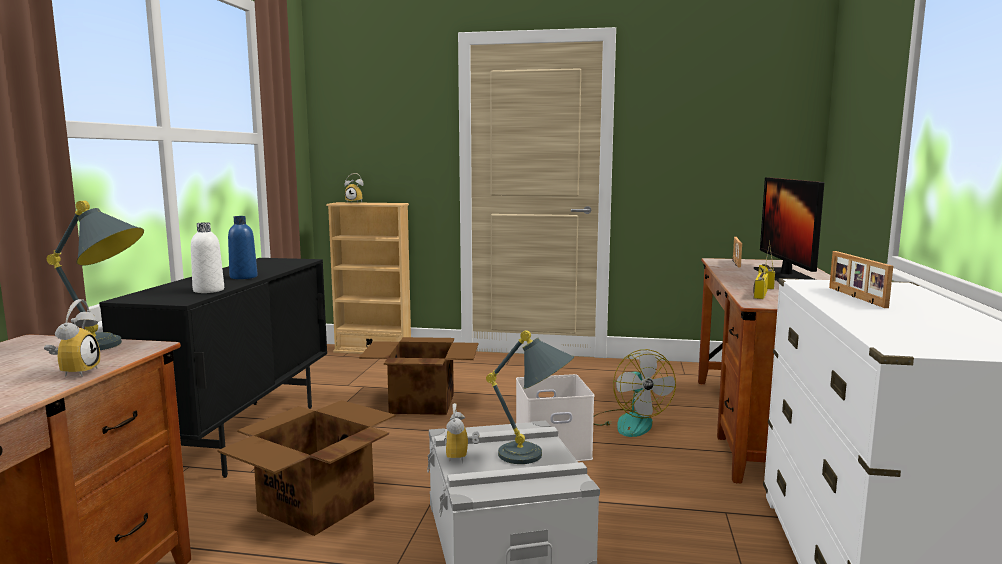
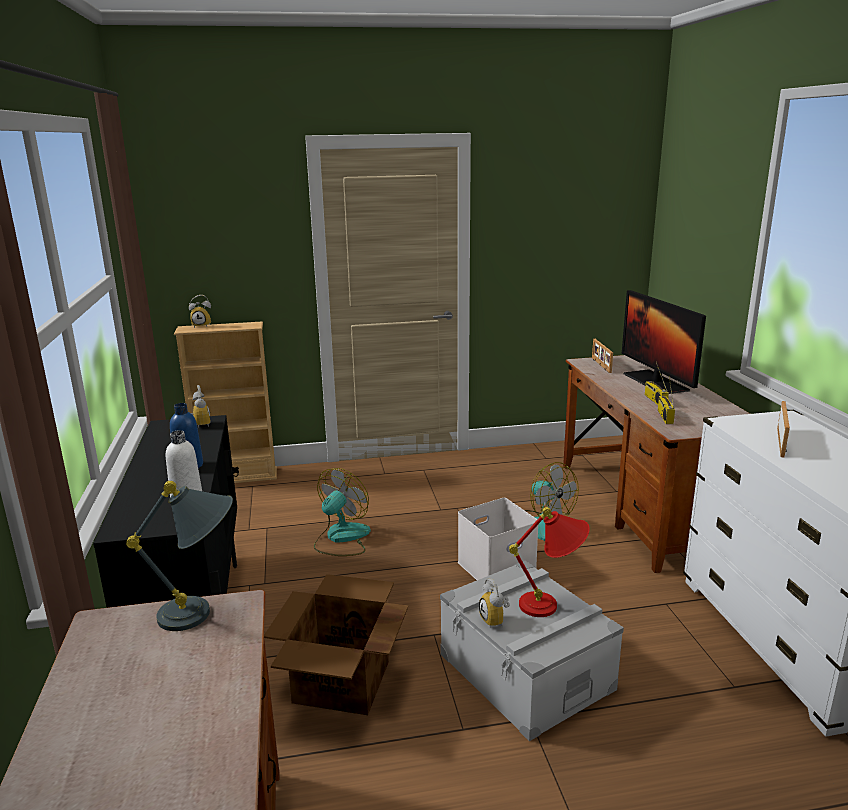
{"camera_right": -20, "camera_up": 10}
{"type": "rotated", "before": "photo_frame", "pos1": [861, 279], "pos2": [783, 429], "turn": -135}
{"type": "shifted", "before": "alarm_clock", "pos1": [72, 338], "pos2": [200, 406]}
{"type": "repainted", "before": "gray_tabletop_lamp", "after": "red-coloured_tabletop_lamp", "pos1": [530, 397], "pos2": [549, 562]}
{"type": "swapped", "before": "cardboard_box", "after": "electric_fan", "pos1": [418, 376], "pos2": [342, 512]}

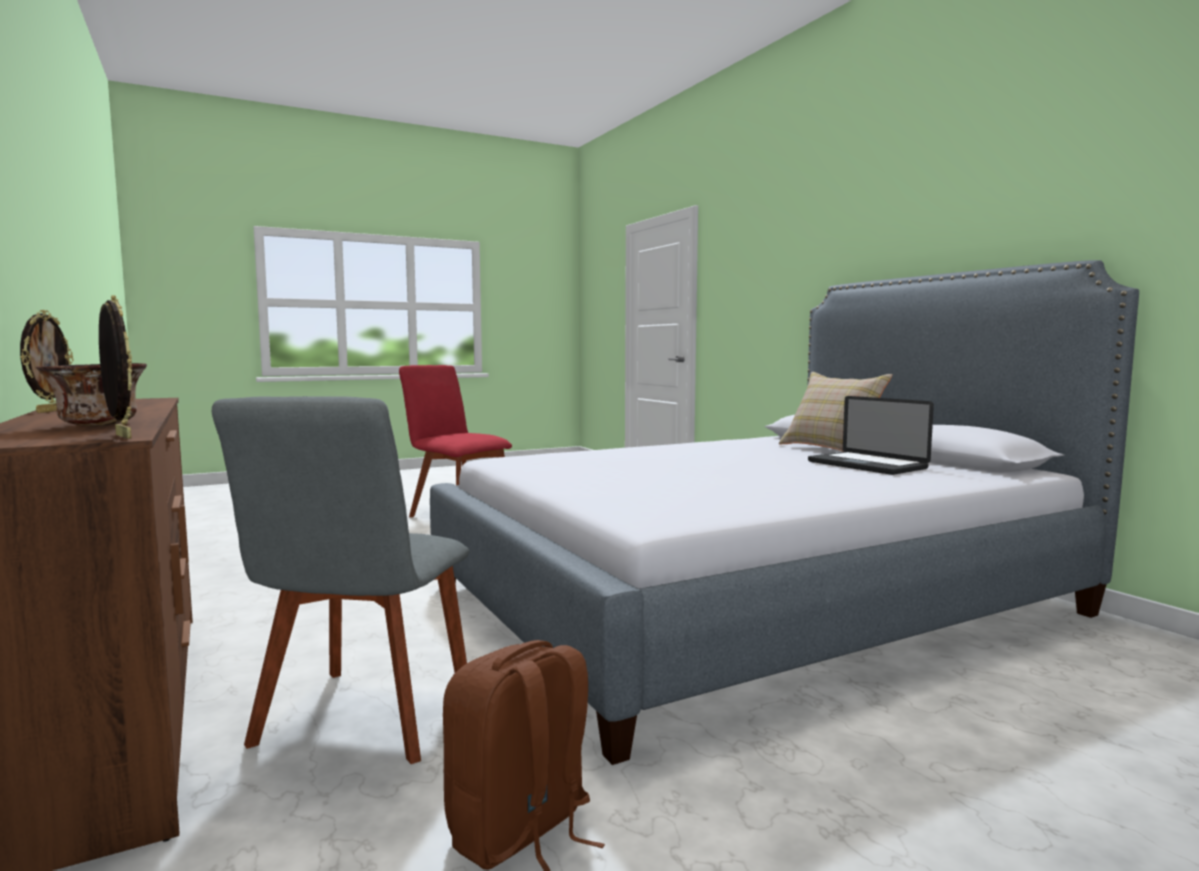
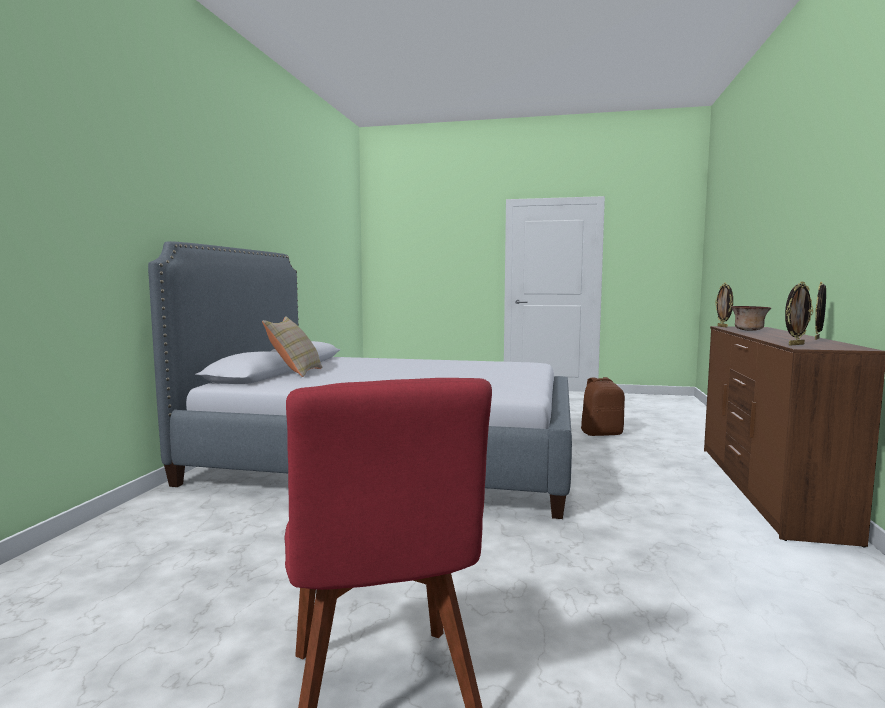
{"camera_right": -140, "camera_up": 0}
{"type": "gone", "before": "gray_plain_chair", "pos1": [340, 580]}
{"type": "gone", "before": "portable_computer", "pos1": [871, 435]}
{"type": "new", "after": "photo_frame", "pos2": [799, 314]}

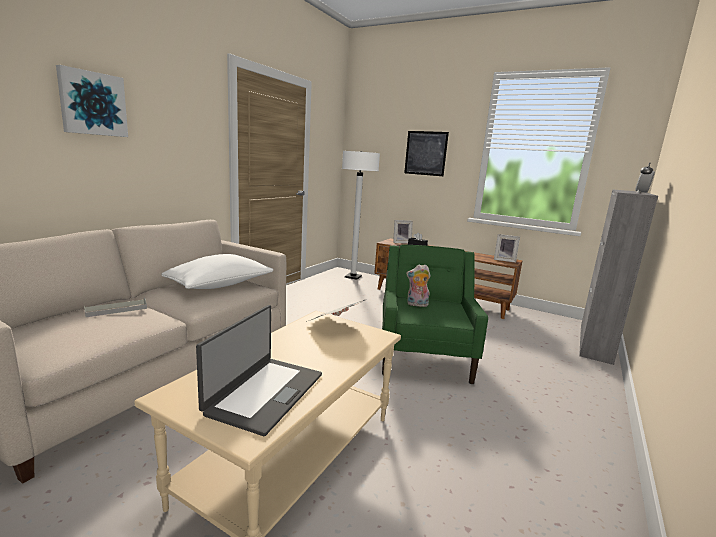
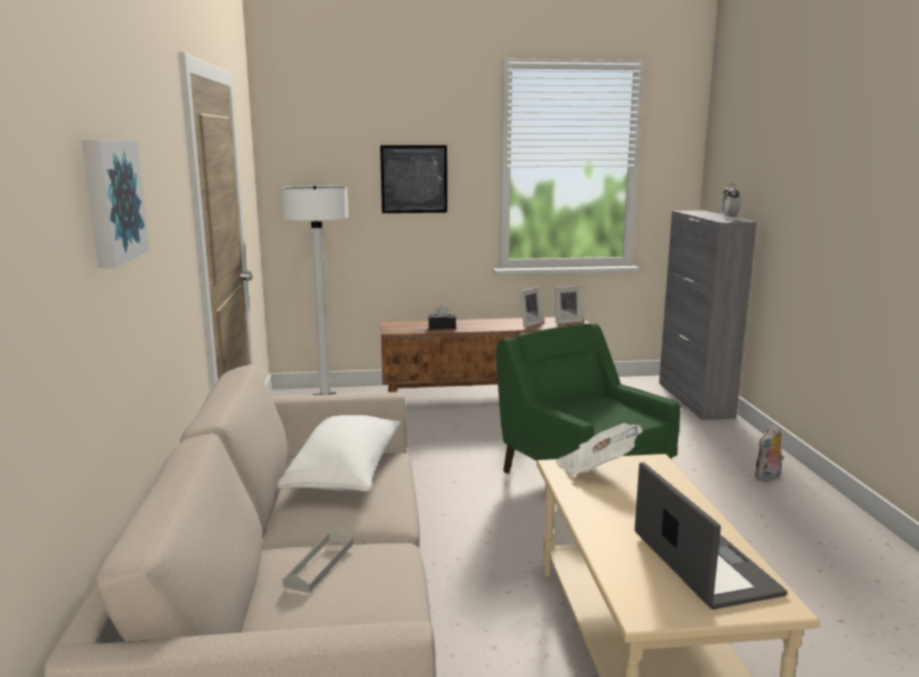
{"camera_right": -35, "camera_up": 0}
{"type": "shifted", "before": "photo_frame", "pos1": [403, 232], "pos2": [532, 307]}
{"type": "shifted", "before": "soft_toy", "pos1": [418, 286], "pos2": [769, 453]}

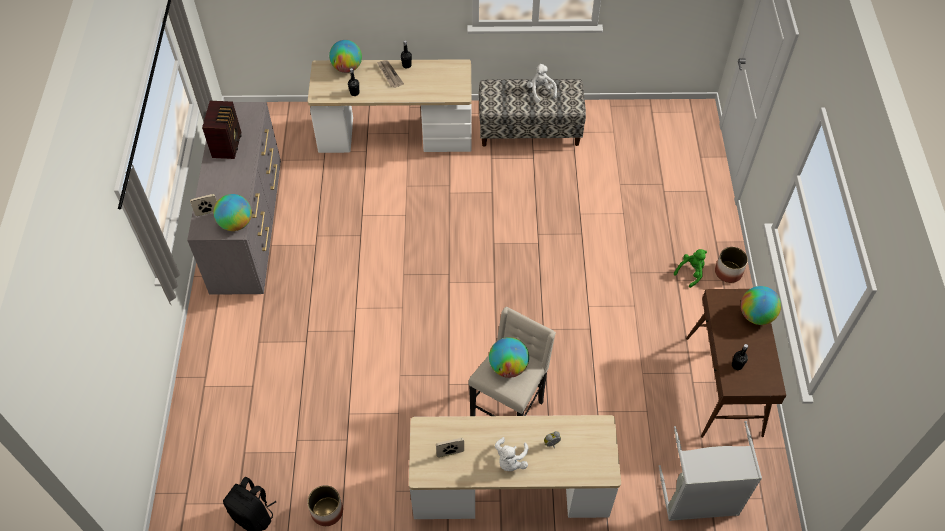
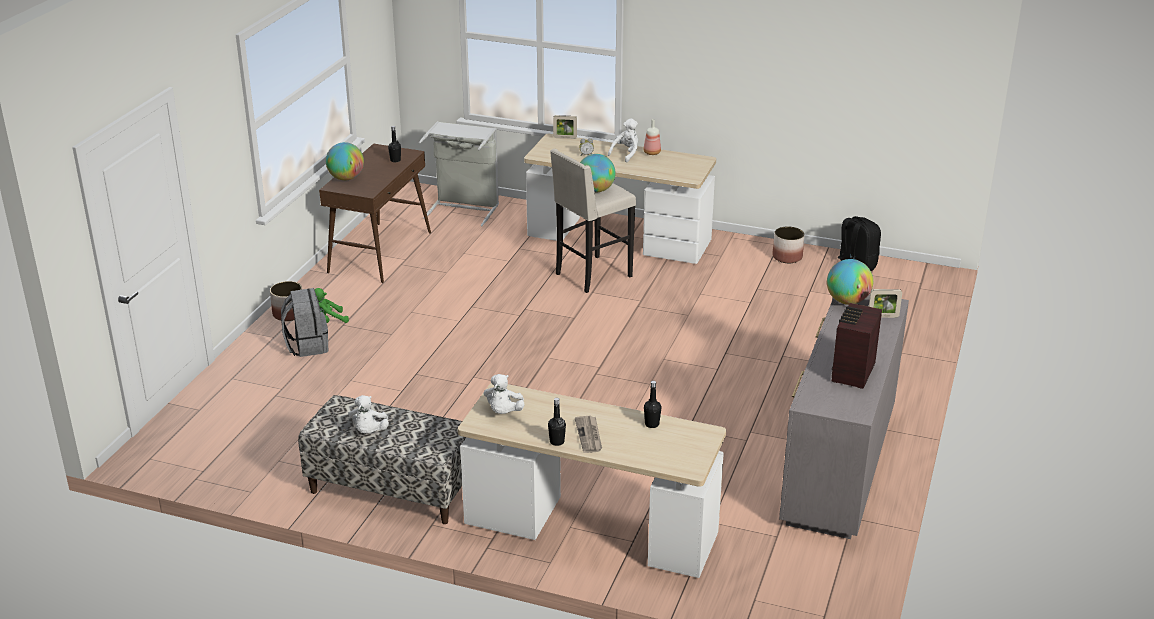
{"camera_right": -160, "camera_up": -25}
{"type": "gone", "before": "globe", "pos1": [345, 56]}
{"type": "shifted", "before": "photo_frame", "pos1": [450, 447], "pos2": [565, 127]}
{"type": "new", "after": "drink_bottle", "pos2": [652, 137]}
{"type": "new", "after": "gray_backpack", "pos2": [304, 322]}
{"type": "new", "after": "whitish_soft_toy", "pos2": [504, 394]}

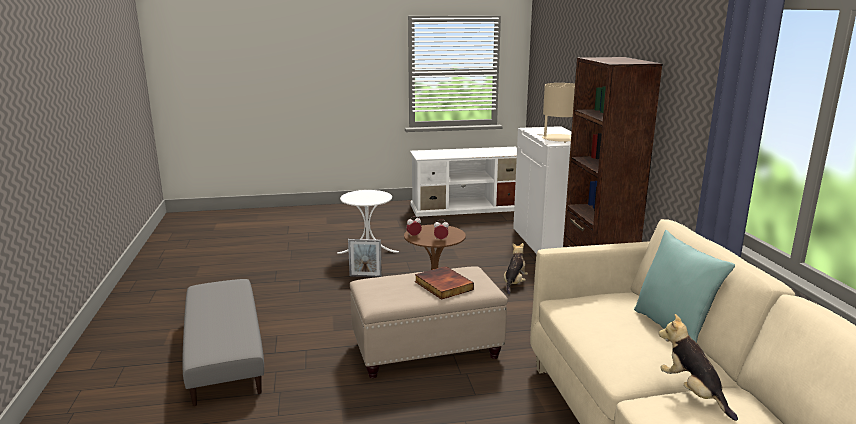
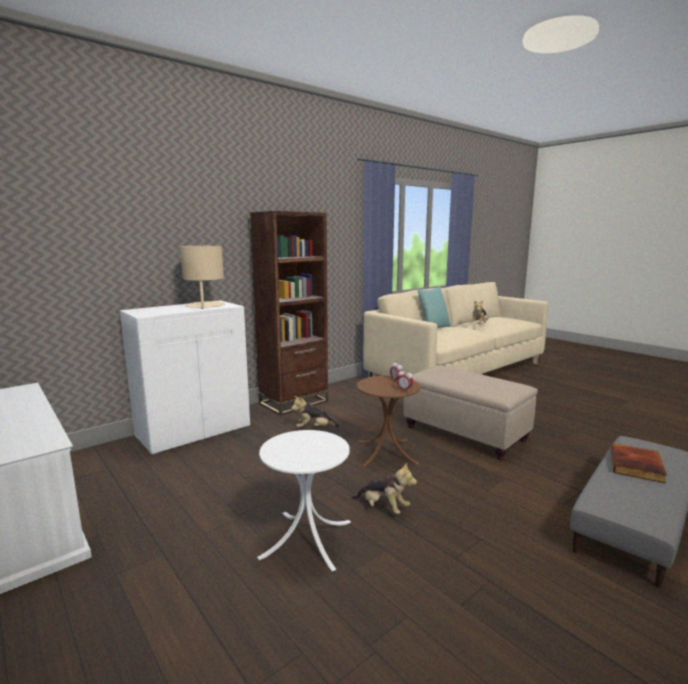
{"camera_right": -120, "camera_up": -5}
{"type": "swapped", "before": "photo_frame", "after": "soft_toy", "pos1": [365, 258], "pos2": [384, 488]}
{"type": "shifted", "before": "volume", "pos1": [444, 283], "pos2": [638, 463]}

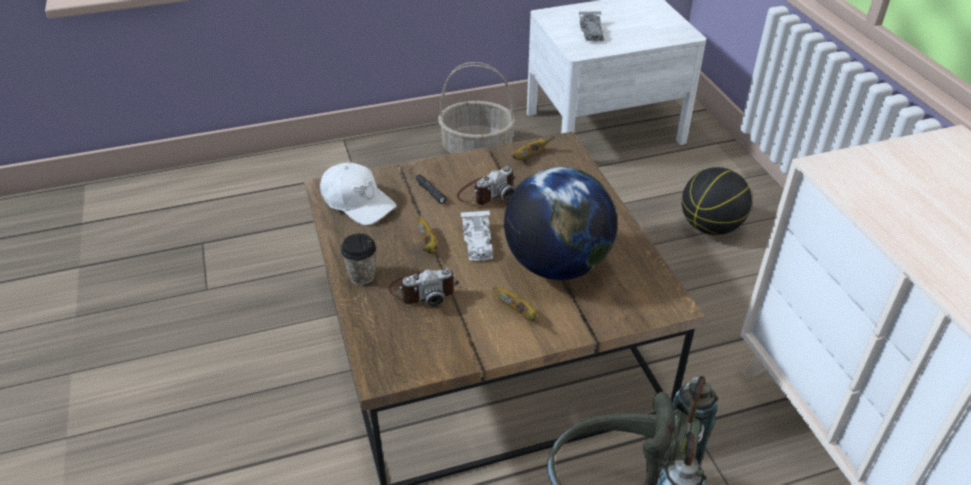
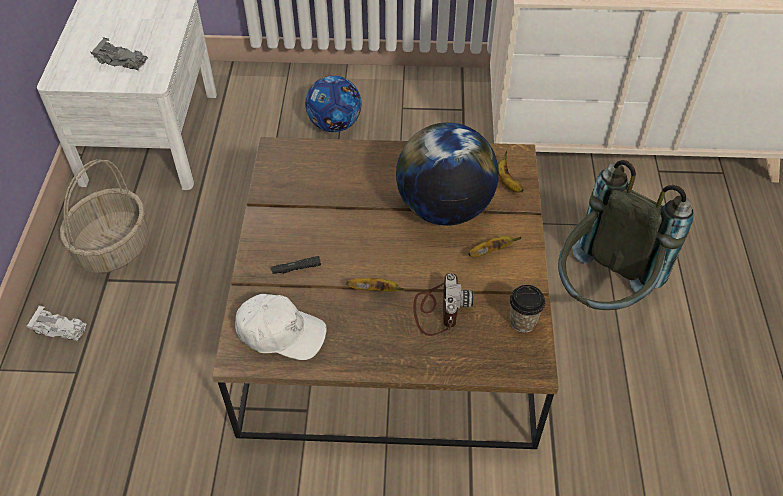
{"camera_right": -70, "camera_up": 10}
{"type": "shifted", "before": "banana", "pos1": [533, 148], "pos2": [511, 171]}
{"type": "rotated", "before": "whitish_baseball_cap", "pos1": [358, 193], "pos2": [281, 327], "turn": 45}
{"type": "gone", "before": "photo_camera", "pos1": [486, 185]}
{"type": "swapped", "before": "basketball", "after": "football_ball", "pos1": [717, 201], "pos2": [333, 103]}
{"type": "shifted", "before": "whitish_miniature_car", "pos1": [476, 236], "pos2": [56, 323]}
{"type": "shifted", "before": "drinking_cup", "pos1": [358, 259], "pos2": [527, 309]}

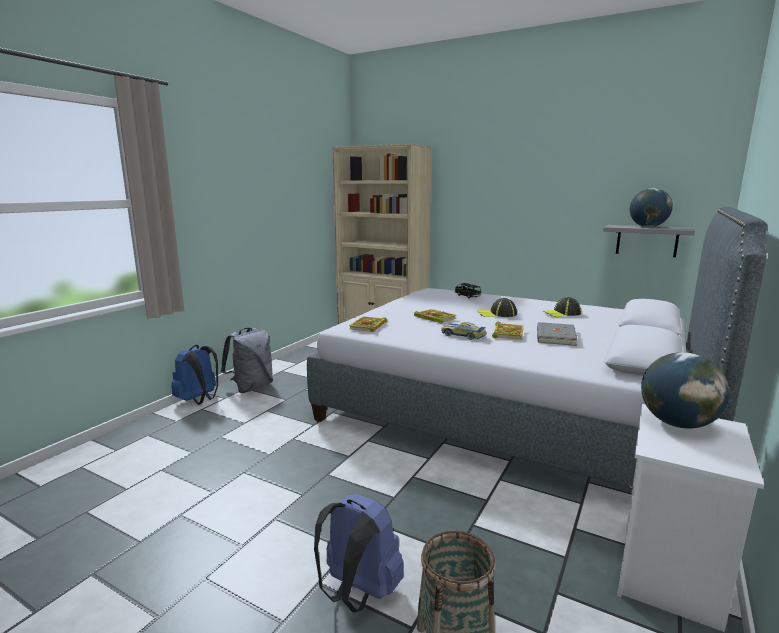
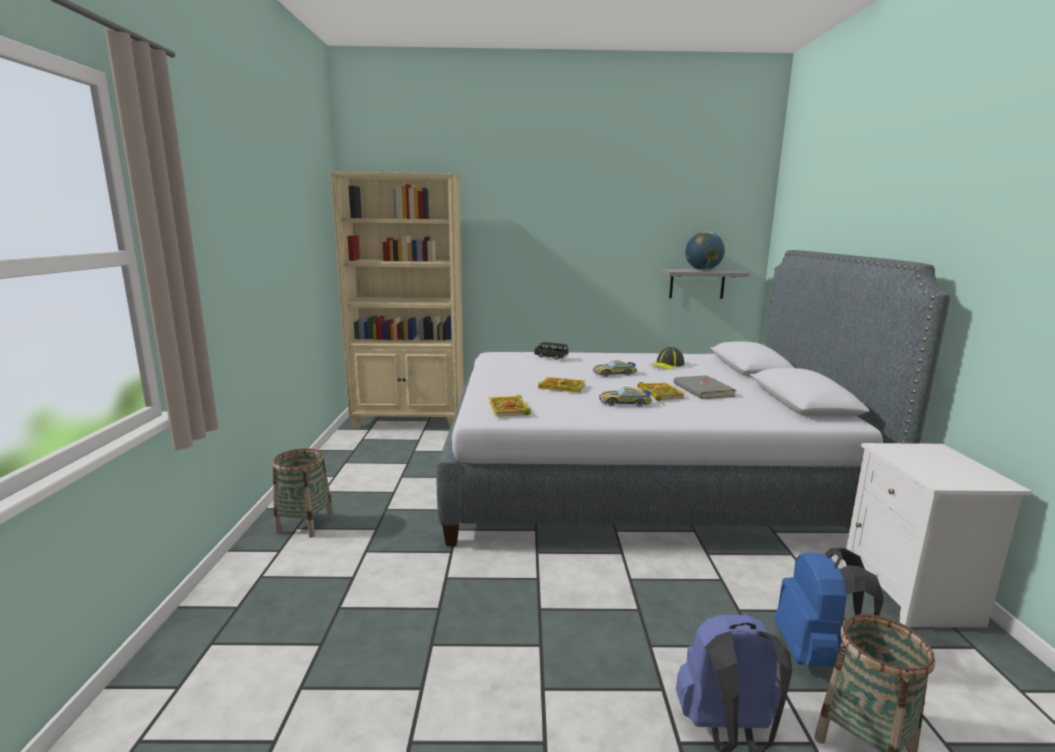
{"camera_right": -30, "camera_up": 0}
{"type": "swapped", "before": "baseball_cap", "after": "miniature_car", "pos1": [497, 307], "pos2": [615, 368]}
{"type": "swapped", "before": "gray_backpack", "after": "storage_basket", "pos1": [247, 360], "pos2": [303, 493]}
{"type": "shifted", "before": "blue_backpack", "pos1": [195, 375], "pos2": [829, 607]}
{"type": "gone", "before": "globe", "pos1": [685, 390]}

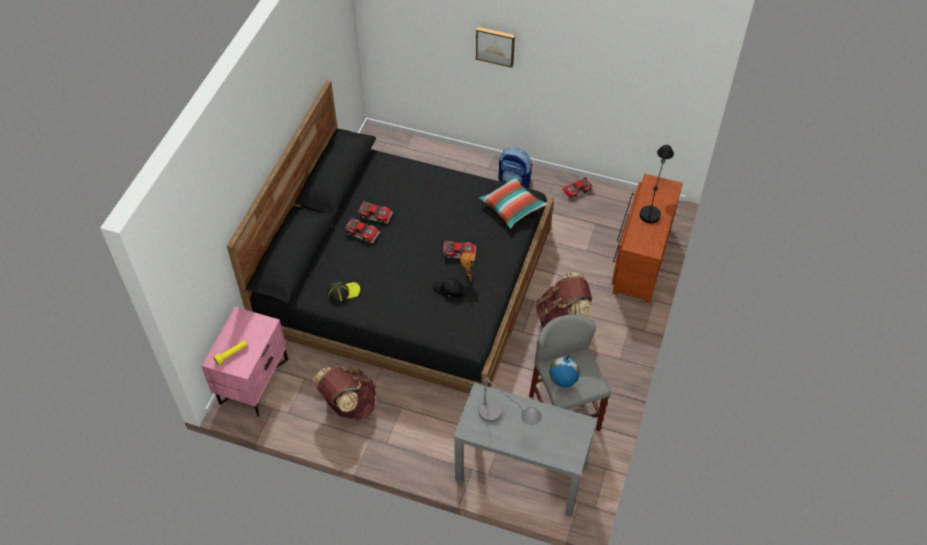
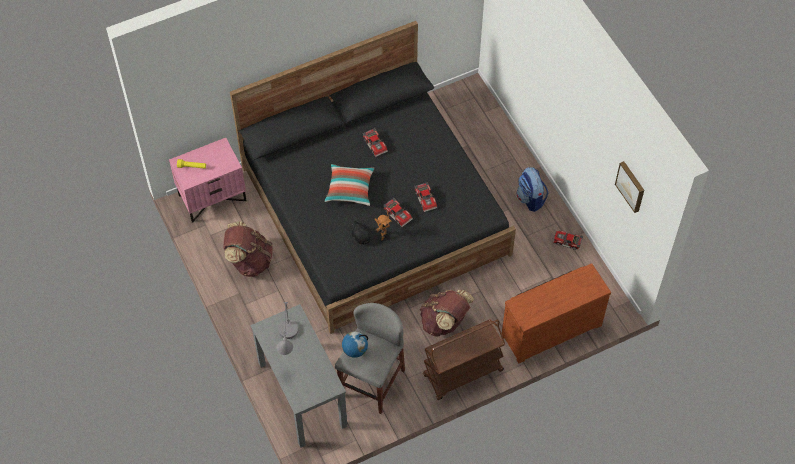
{"camera_right": 45, "camera_up": 5}
{"type": "shifted", "before": "wall_picture", "pos1": [495, 47], "pos2": [629, 187]}
{"type": "gone", "before": "black_tabletop_lamp", "pos1": [657, 184]}
{"type": "shifted", "before": "pillow", "pos1": [513, 202], "pos2": [350, 185]}
{"type": "shifted", "before": "miniature_car", "pos1": [362, 230], "pos2": [425, 197]}
{"type": "gone", "before": "baseball_cap", "pos1": [343, 291]}
{"type": "new", "after": "brown-coloured_wheeled_cart", "pos2": [464, 359]}

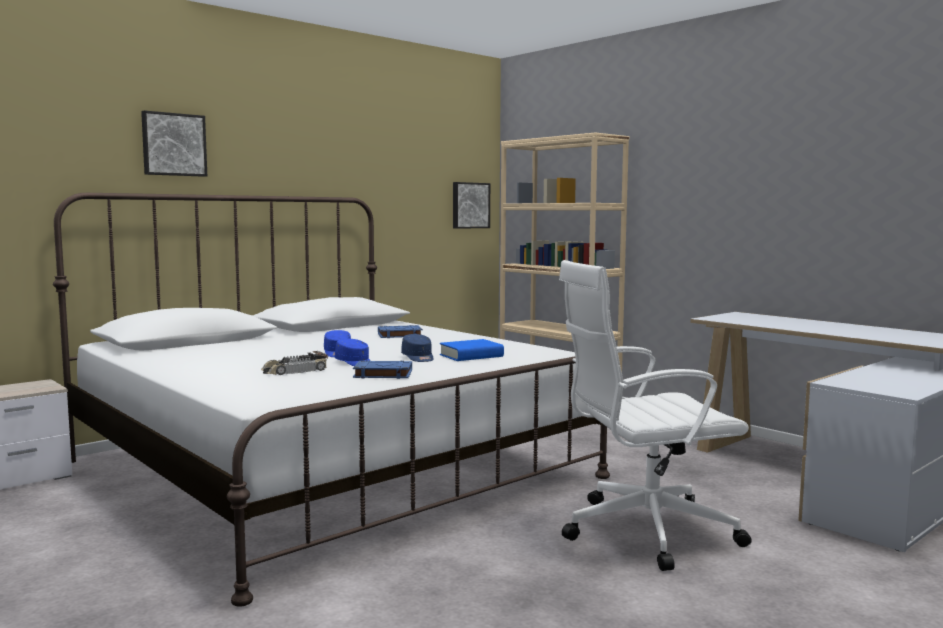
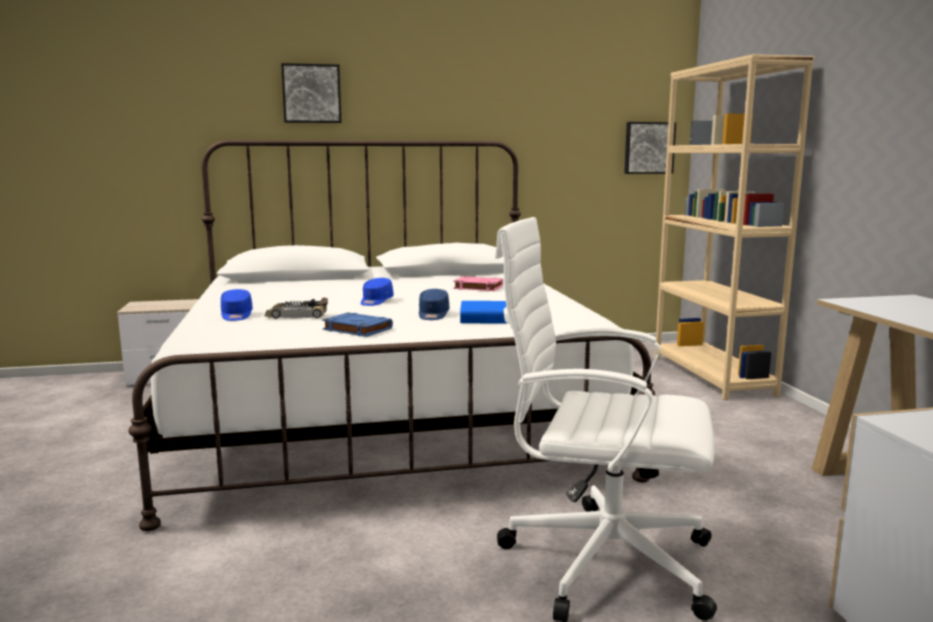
{"camera_right": 30, "camera_up": 5}
{"type": "repainted", "before": "blue_volume", "after": "pinkish_volume", "pos1": [400, 331], "pos2": [478, 283]}
{"type": "shifted", "before": "blue_baseball_cap", "pos1": [353, 352], "pos2": [237, 305]}

